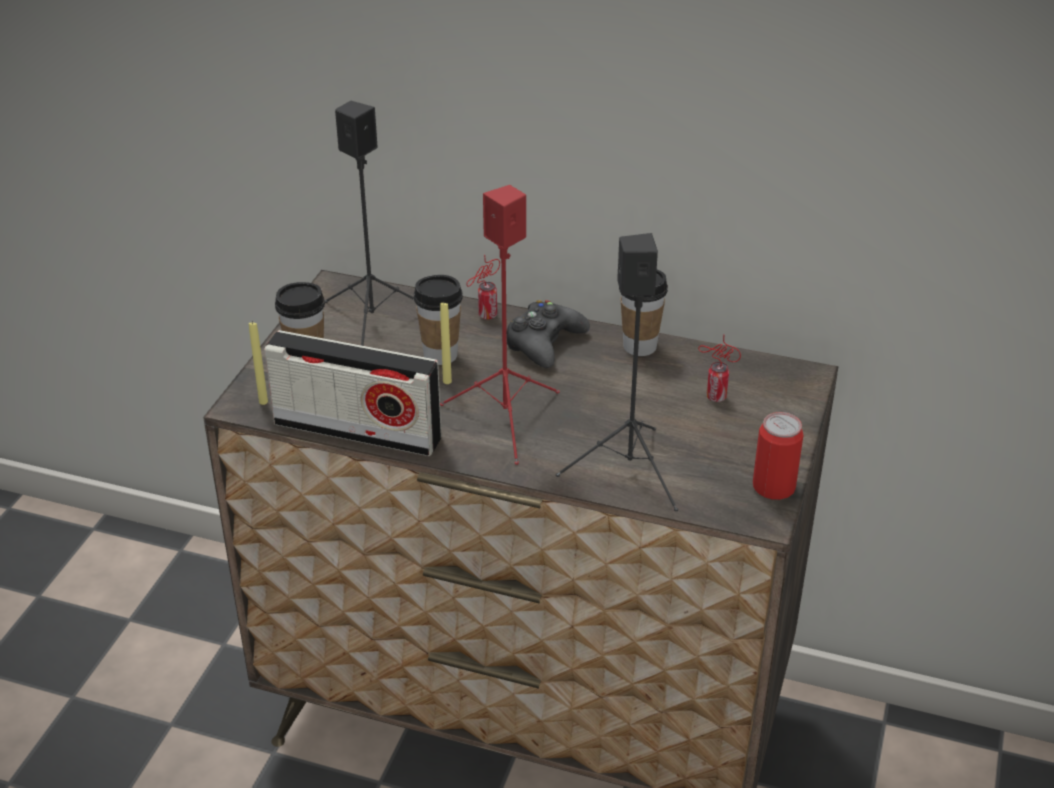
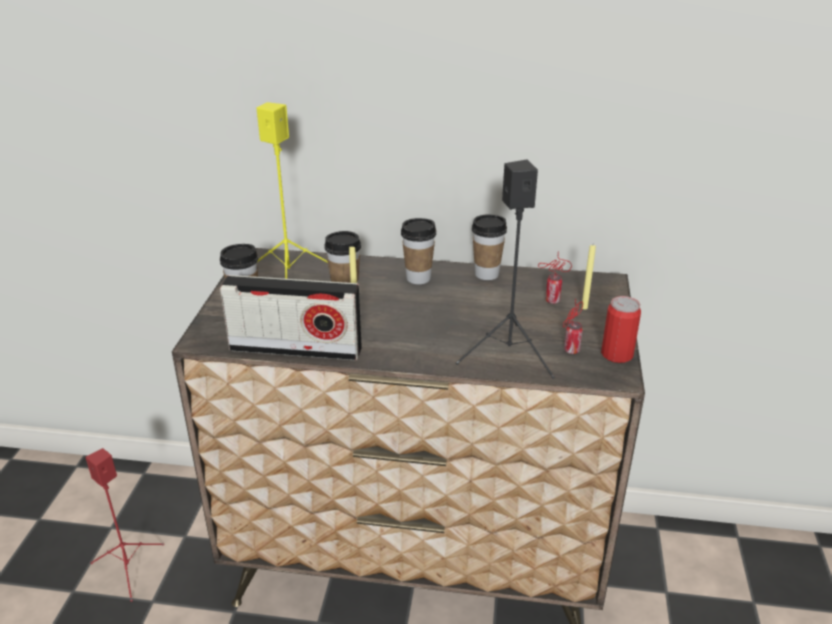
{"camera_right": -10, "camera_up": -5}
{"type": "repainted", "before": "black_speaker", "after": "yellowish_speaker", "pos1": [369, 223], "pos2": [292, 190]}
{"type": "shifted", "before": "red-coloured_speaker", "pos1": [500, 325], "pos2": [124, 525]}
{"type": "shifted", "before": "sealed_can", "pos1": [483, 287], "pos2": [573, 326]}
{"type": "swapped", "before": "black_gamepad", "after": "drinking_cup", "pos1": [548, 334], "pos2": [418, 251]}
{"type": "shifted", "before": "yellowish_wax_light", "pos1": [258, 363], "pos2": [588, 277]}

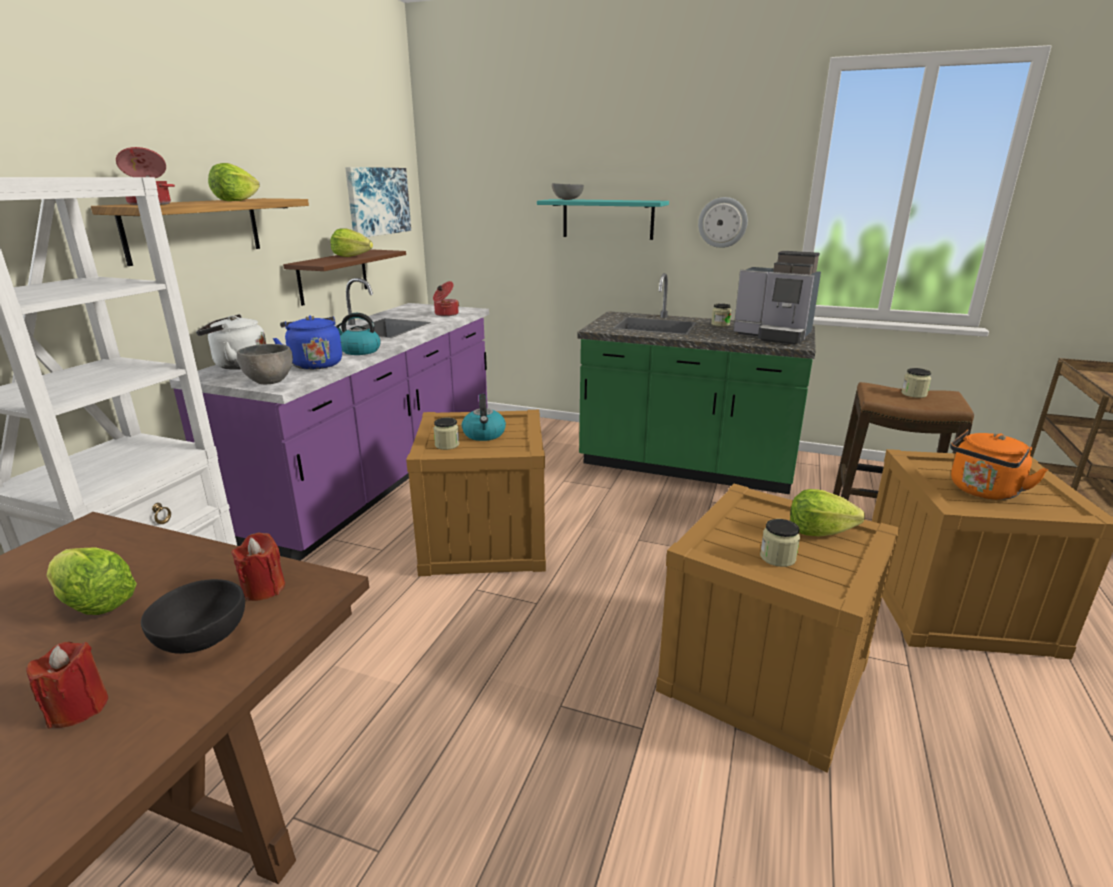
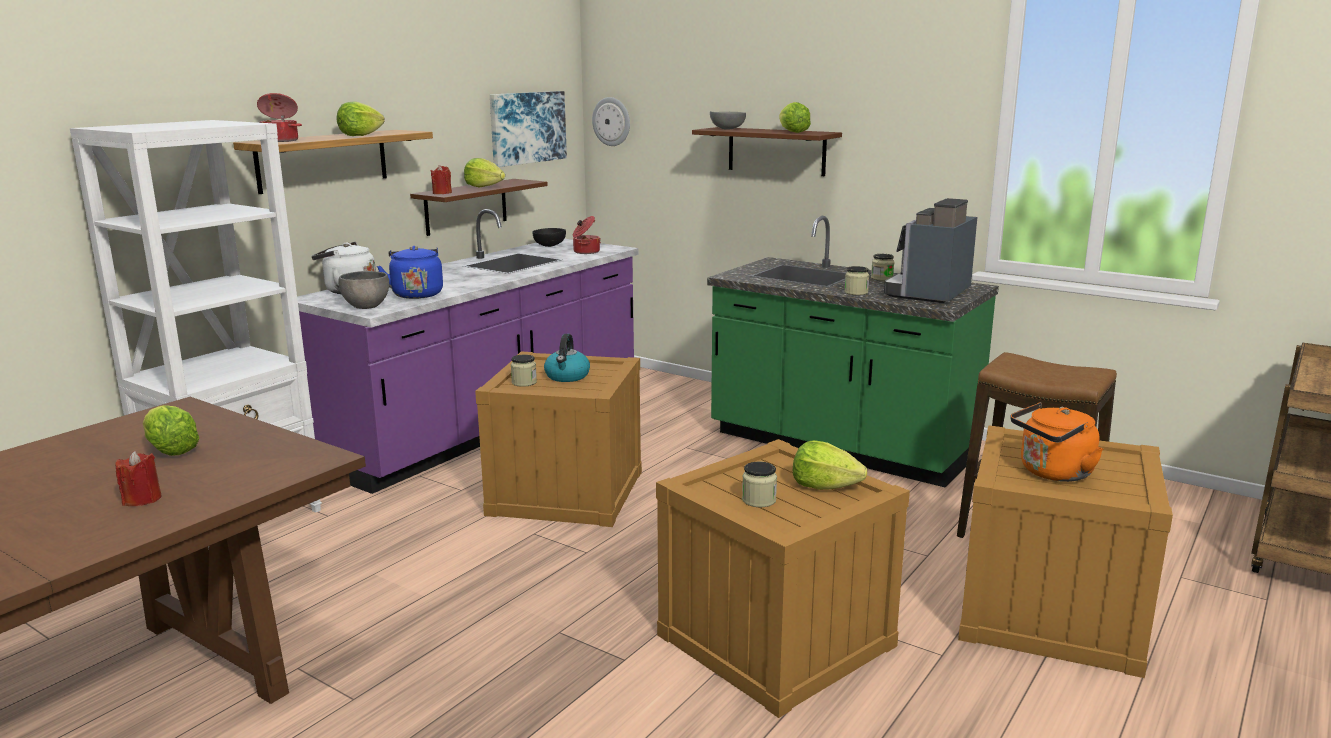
{"camera_right": 15, "camera_up": -5}
{"type": "shifted", "before": "hanging_clock", "pos1": [723, 222], "pos2": [611, 121]}
{"type": "repainted", "before": "turquoise_wall_shelf", "after": "brown-coloured_wall_shelf", "pos1": [603, 219], "pos2": [767, 151]}
{"type": "rotated", "before": "coffee_brewer", "pos1": [777, 298], "pos2": [930, 250], "turn": 75}
{"type": "gone", "before": "water_kettle", "pos1": [358, 334]}
{"type": "shifted", "before": "jar", "pos1": [916, 383], "pos2": [857, 280]}
{"type": "shifted", "before": "red-coloured_wax_light", "pos1": [258, 567], "pos2": [441, 179]}
{"type": "shifted", "before": "black_deep_dish", "pos1": [193, 616], "pos2": [549, 237]}
{"type": "new", "after": "head_of_lettuce", "pos2": [795, 117]}

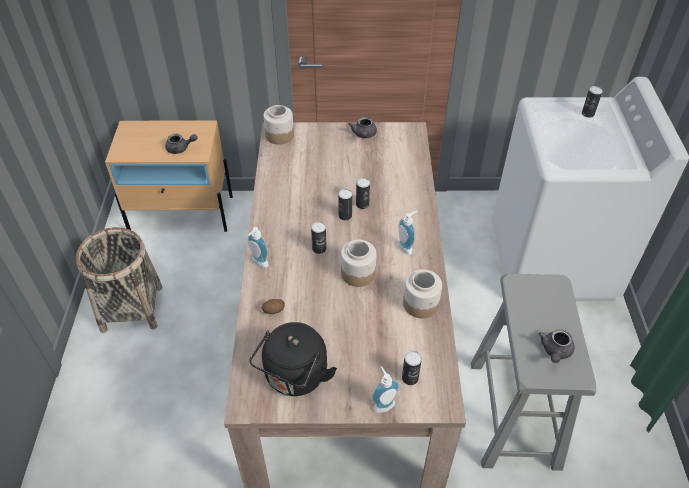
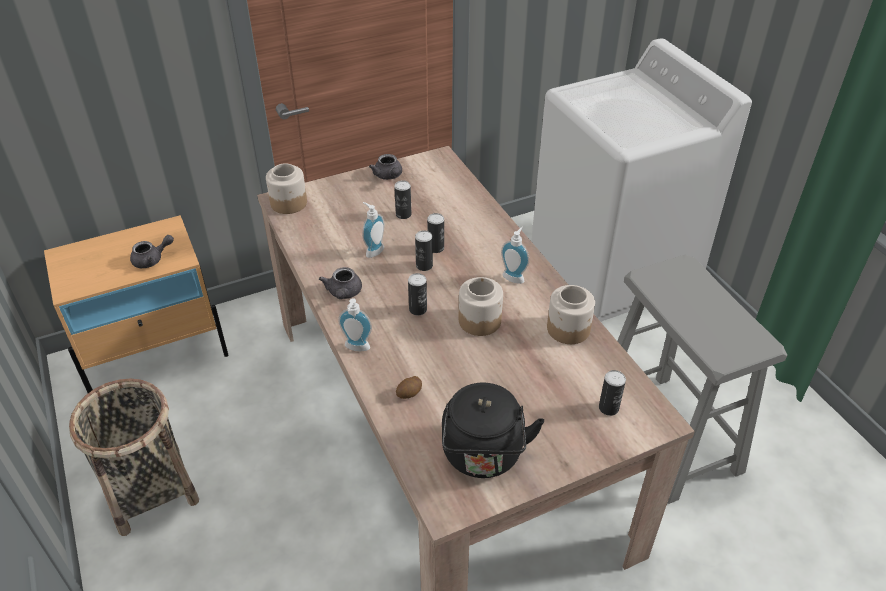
{"camera_right": -25, "camera_up": -5}
{"type": "shifted", "before": "sealed_can", "pos1": [592, 102], "pos2": [403, 199]}
{"type": "shifted", "before": "gray_tea_pot", "pos1": [557, 346], "pos2": [340, 283]}
{"type": "shifted", "before": "soap_dispenser", "pos1": [385, 389], "pos2": [373, 230]}

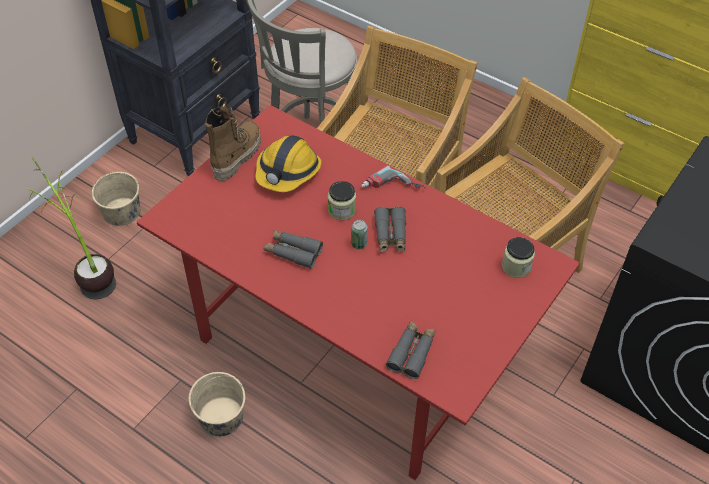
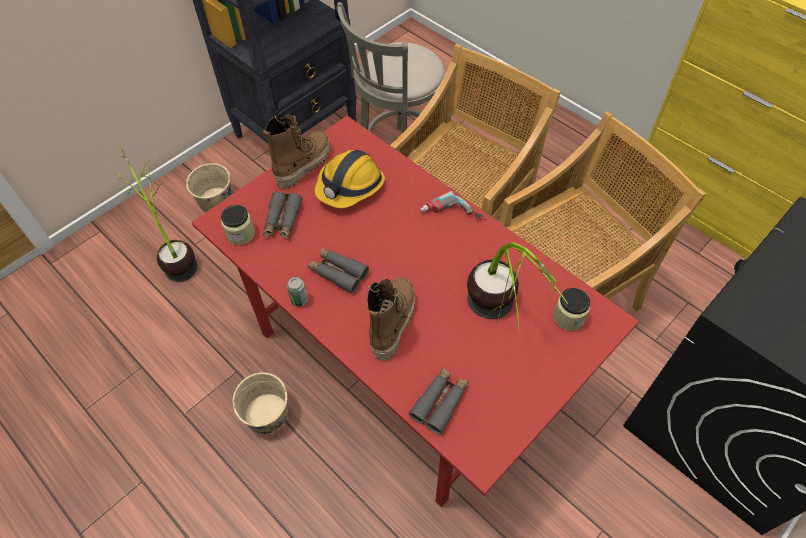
{"camera_right": 10, "camera_up": 5}
{"type": "shifted", "before": "jar", "pos1": [342, 200], "pos2": [238, 225]}
{"type": "shifted", "before": "gray_pair_of_binoculars", "pos1": [390, 229], "pos2": [283, 215]}
{"type": "shifted", "before": "sealed_can", "pos1": [359, 234], "pos2": [297, 292]}
{"type": "new", "after": "plant_in_a_pot", "pos2": [517, 287]}
{"type": "new", "after": "tall_boot", "pos2": [391, 319]}

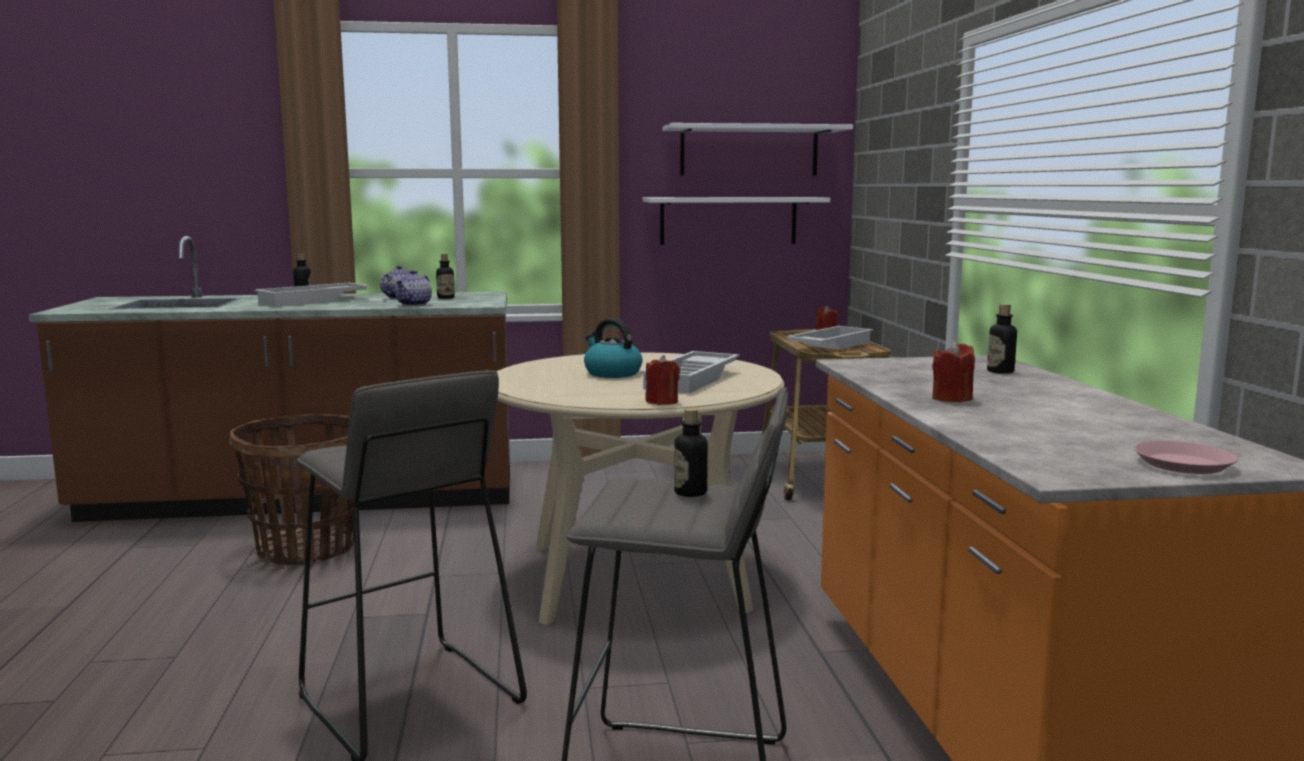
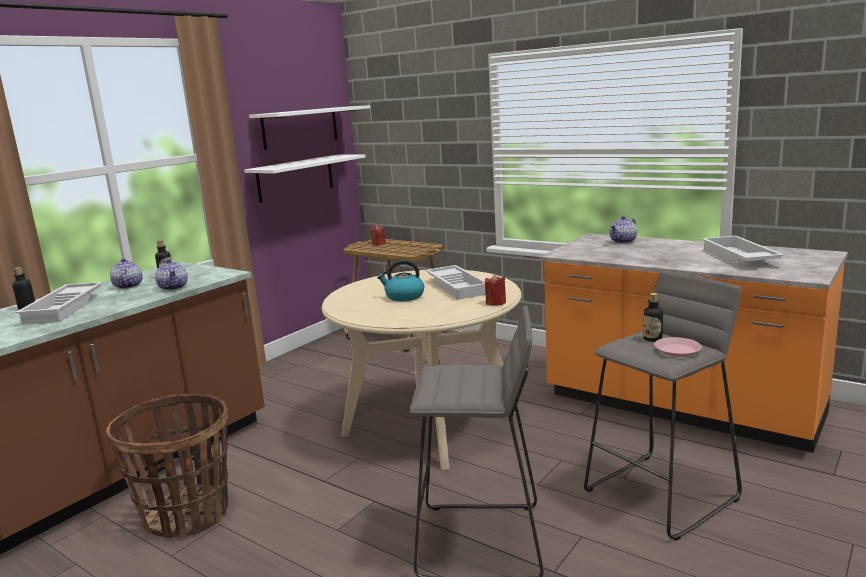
{"camera_right": -45, "camera_up": 5}
{"type": "swapped", "before": "drink_bottle", "after": "tea_pot", "pos1": [1002, 339], "pos2": [623, 230]}
{"type": "shifted", "before": "whitish_tray", "pos1": [829, 338], "pos2": [743, 249]}
{"type": "gone", "before": "red-coloured_wax_light", "pos1": [953, 371]}
{"type": "shifted", "before": "pinkish_dinner_plate", "pos1": [1186, 457], "pos2": [678, 347]}

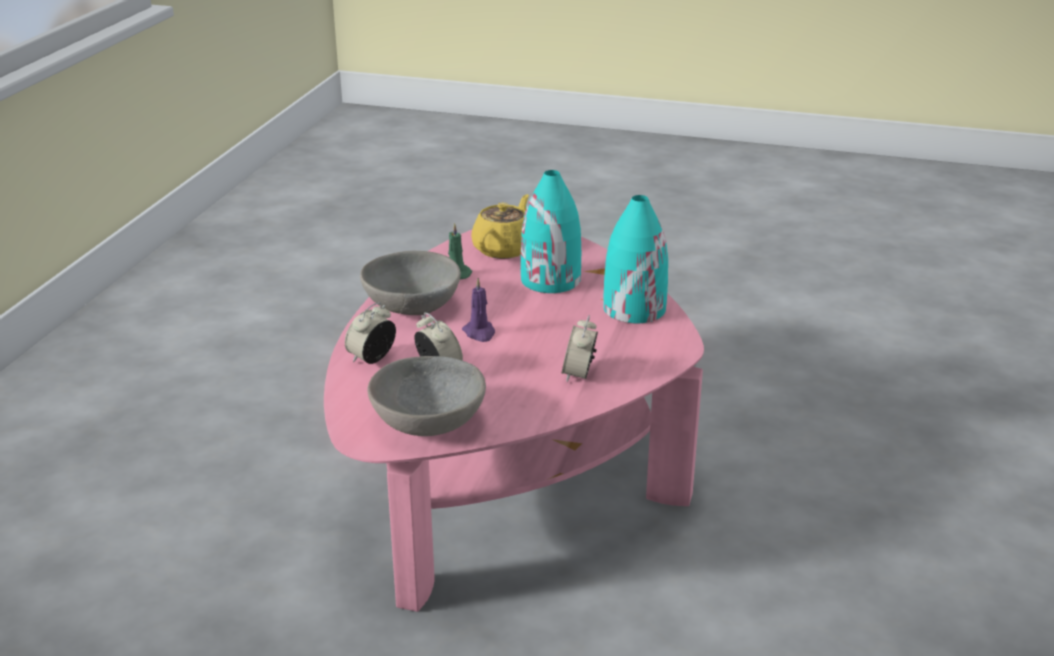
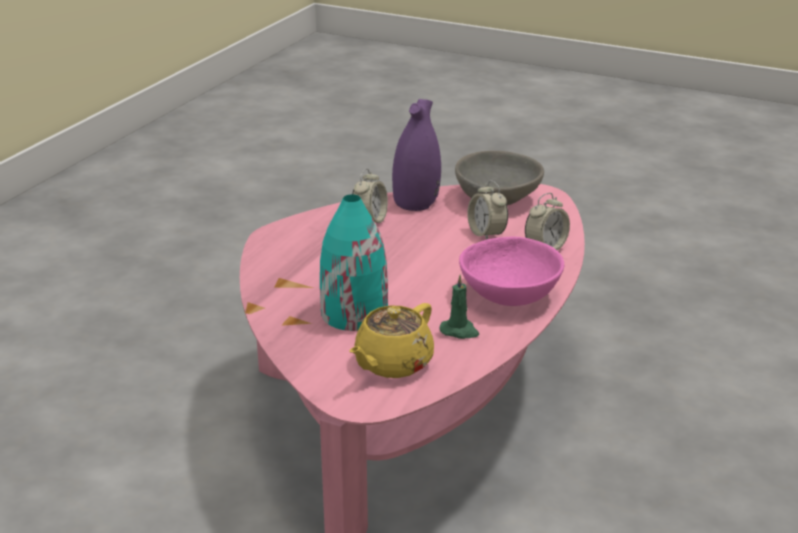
{"camera_right": -170, "camera_up": 0}
{"type": "gone", "before": "turquoise_vase", "pos1": [635, 259]}
{"type": "repainted", "before": "gray_deep_dish", "after": "pinkish_deep_dish", "pos1": [410, 283], "pos2": [511, 271]}
{"type": "gone", "before": "purple_wax_light", "pos1": [478, 310]}
{"type": "new", "after": "purple_vase", "pos2": [416, 155]}

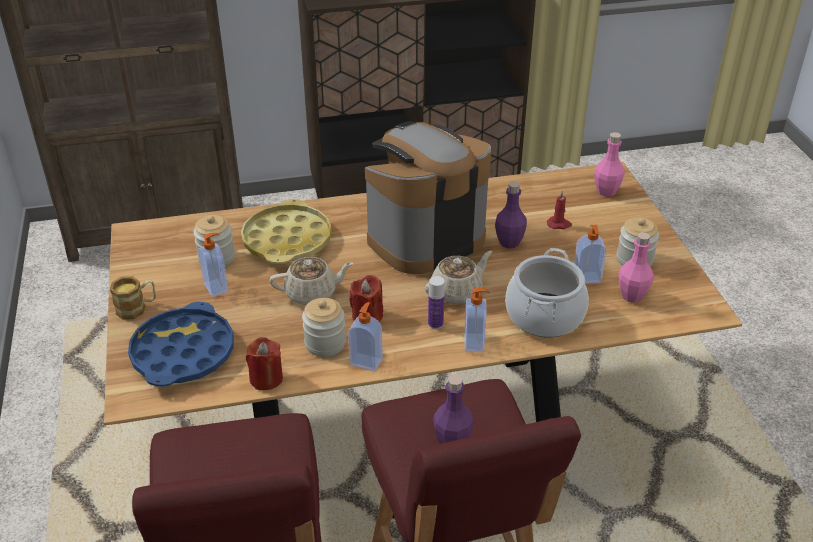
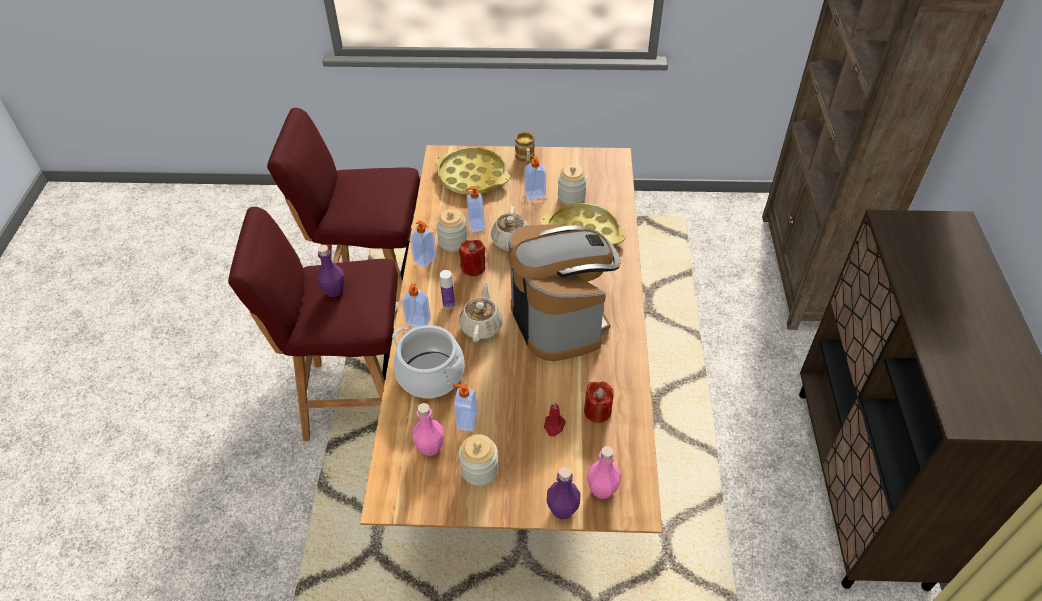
{"camera_right": 105, "camera_up": 10}
{"type": "shifted", "before": "purple_drink_bottle", "pos1": [511, 214], "pos2": [564, 493]}
{"type": "rotated", "before": "sand-coloured_tea_pot", "pos1": [458, 277], "pos2": [481, 311], "turn": -150}
{"type": "repainted", "before": "blue_tray", "after": "yellowish_tray", "pos1": [181, 344], "pos2": [472, 171]}
{"type": "shifted", "before": "red-coloured_wax_light", "pos1": [264, 363], "pos2": [598, 402]}
{"type": "new", "after": "soap_dispenser", "pos2": [475, 209]}

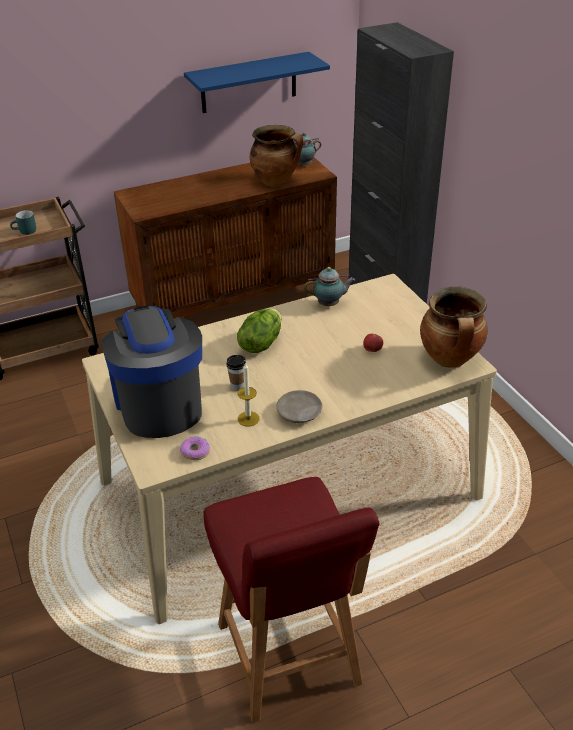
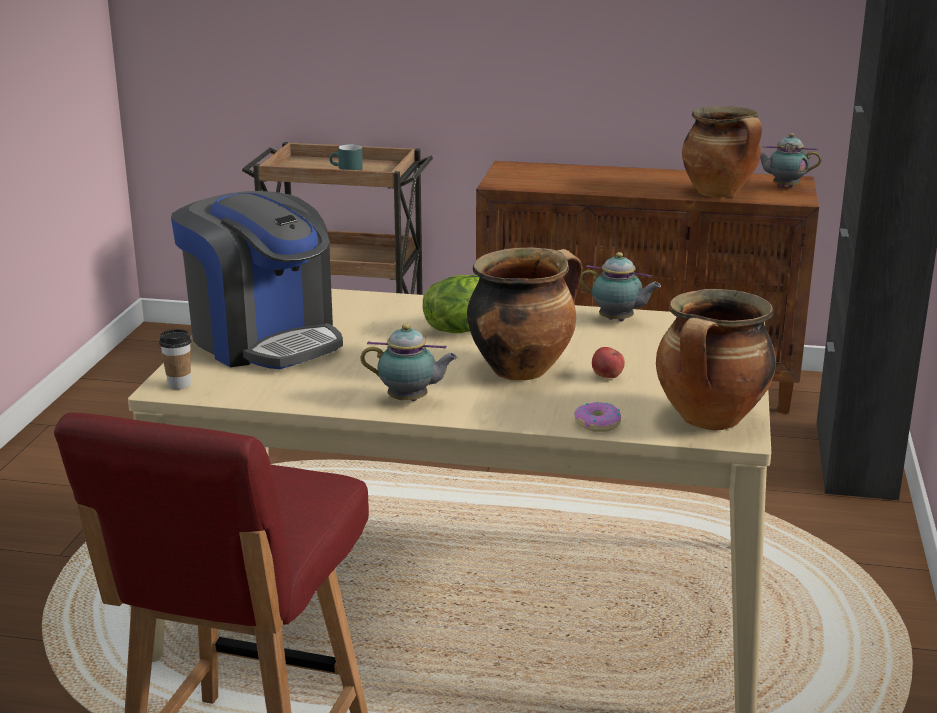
{"camera_right": 35, "camera_up": -15}
{"type": "gone", "before": "blue_wall_shelf", "pos1": [257, 82]}
{"type": "rotated", "before": "coffee_brewer", "pos1": [152, 372], "pos2": [257, 280], "turn": 120}
{"type": "shifted", "before": "drinking_cup", "pos1": [236, 373], "pos2": [175, 359]}
{"type": "gone", "before": "wax_light", "pos1": [249, 394]}
{"type": "swapped", "before": "sand-coloured_dinner_plate", "after": "tea_pot", "pos1": [299, 406], "pos2": [409, 362]}
{"type": "shifted", "before": "donut", "pos1": [195, 448], "pos2": [597, 417]}
{"type": "new", "after": "stockpot", "pos2": [525, 314]}

